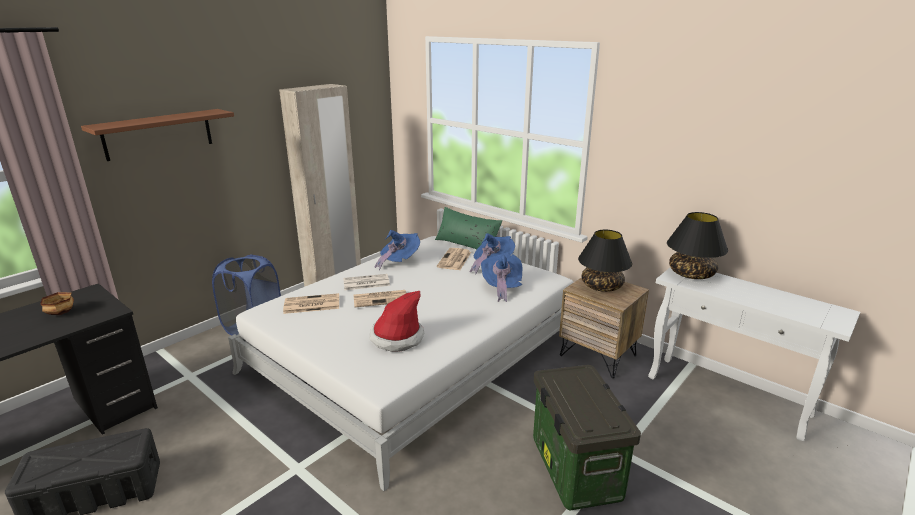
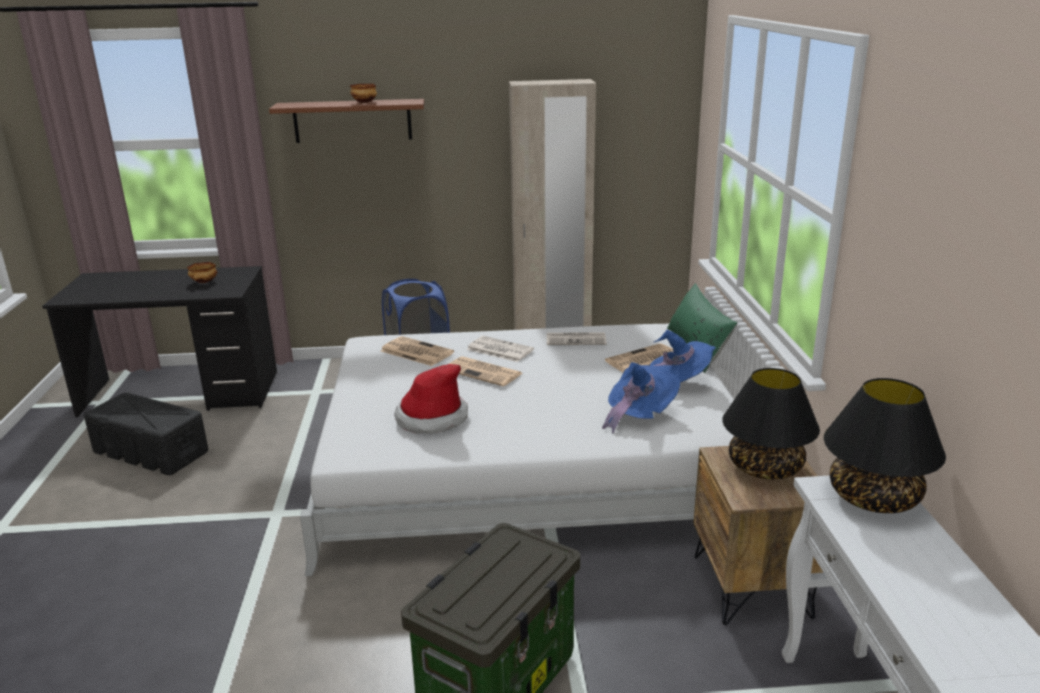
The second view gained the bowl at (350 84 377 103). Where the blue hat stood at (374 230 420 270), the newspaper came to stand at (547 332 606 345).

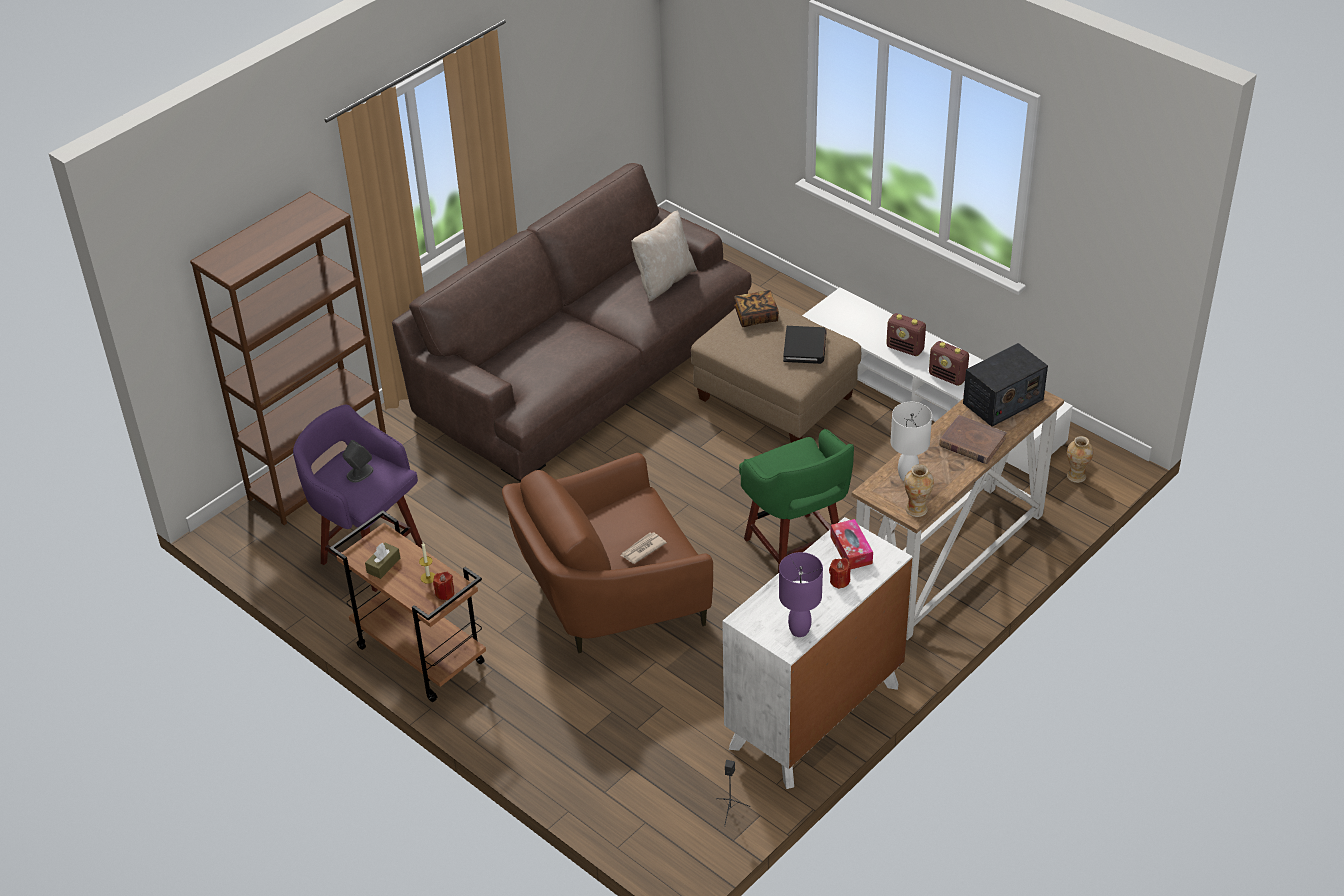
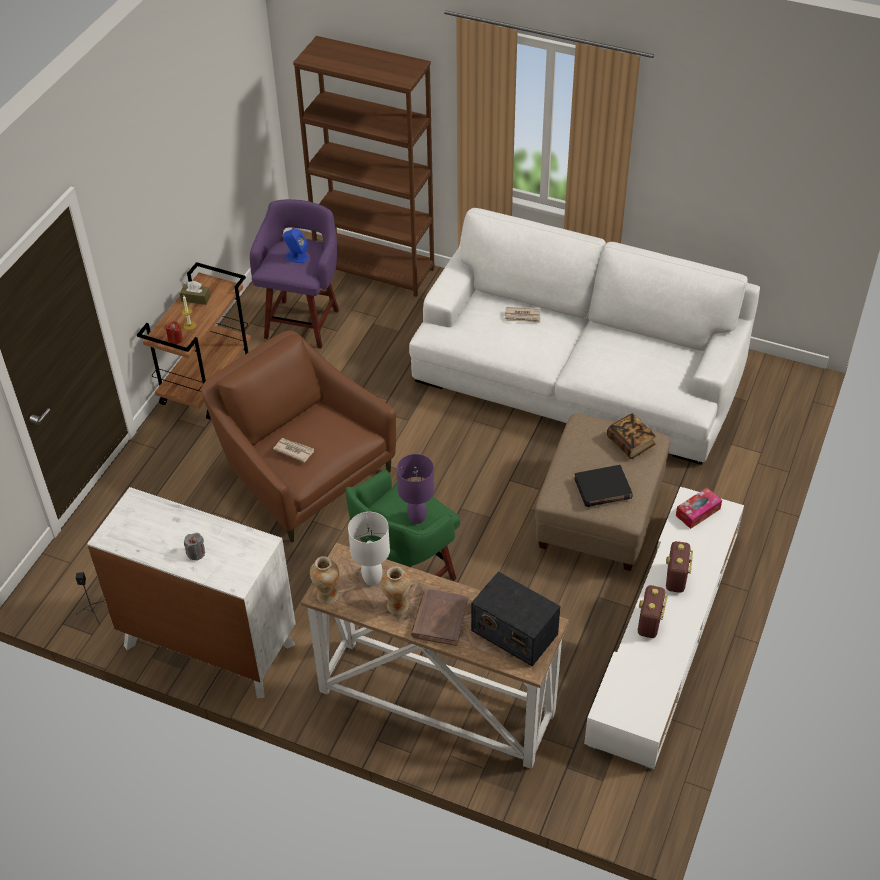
The second view lost the beige pillow at (631 211 697 302). The second view gained the newspaper at (505 307 540 323). The purple table lamp ended up elsewhere, having gone from (779 552 823 637) to (397 454 434 524). The tissue box ended up elsewhere, having gone from (830 519 873 569) to (676 488 722 529). The vase ended up elsewhere, having gone from (1067 436 1093 483) to (381 566 411 615). What was the grey speaker at (343 440 374 483) turned into the blue speaker at (283 228 308 263). What was the brown sofa at (392 163 752 482) turned into the white sofa at (409 208 760 465). What was the red candle at (829 558 851 589) turned into the grey candle at (184 533 205 561).

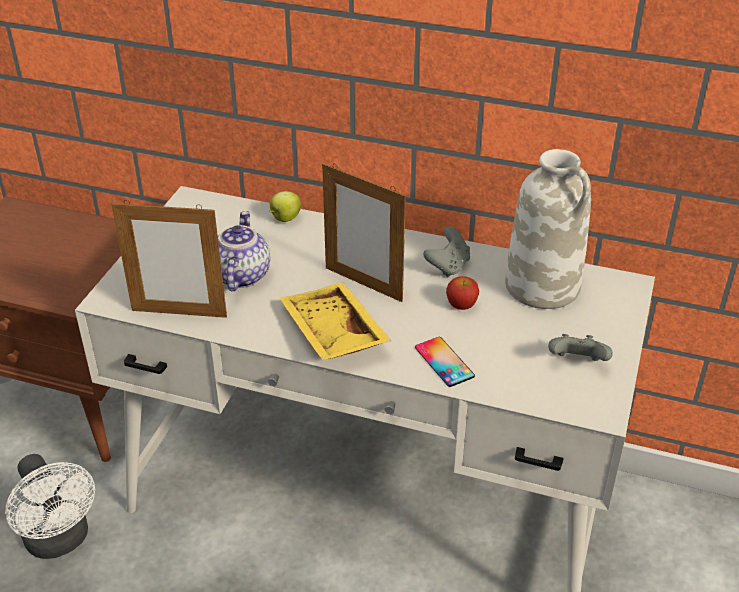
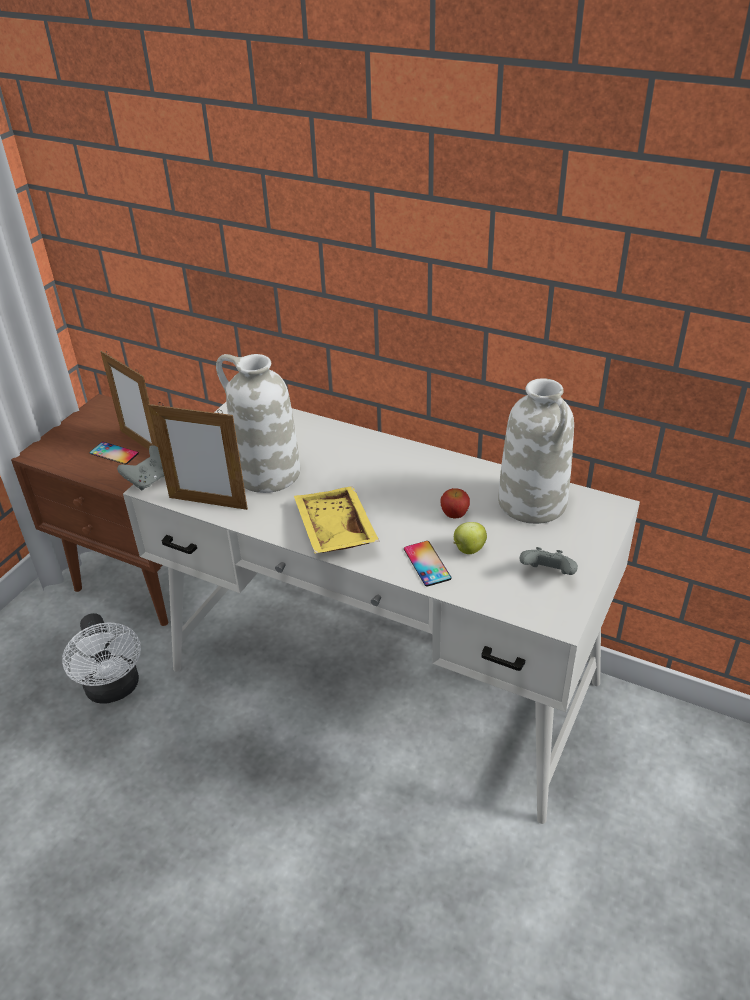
The second view gained the phone at (90 442 139 465). The apple ended up elsewhere, having gone from (269 191 301 222) to (453 522 487 554). The picture frame ended up elsewhere, having gone from (322 163 406 302) to (100 351 158 450). The grey game controller ended up elsewhere, having gone from (423 227 470 277) to (117 445 165 490). Where the teapot stood at (218 211 270 291), the white vase came to stand at (216 354 300 493).

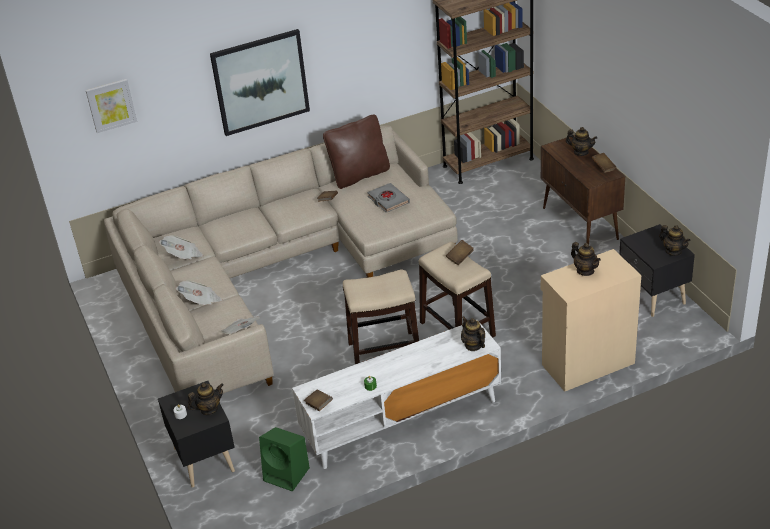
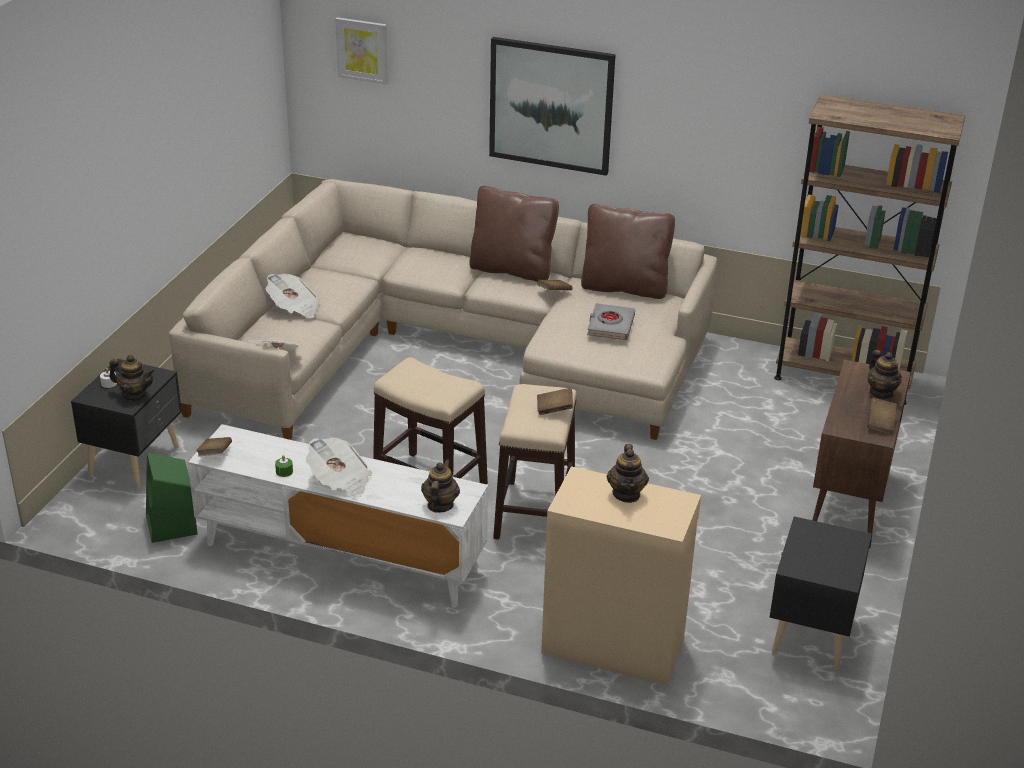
The second view lost the teapot at (659 225 691 256). The second view gained the brown pillow at (469 186 559 282). The newspaper ended up elsewhere, having gone from (159 235 203 260) to (306 438 372 497).

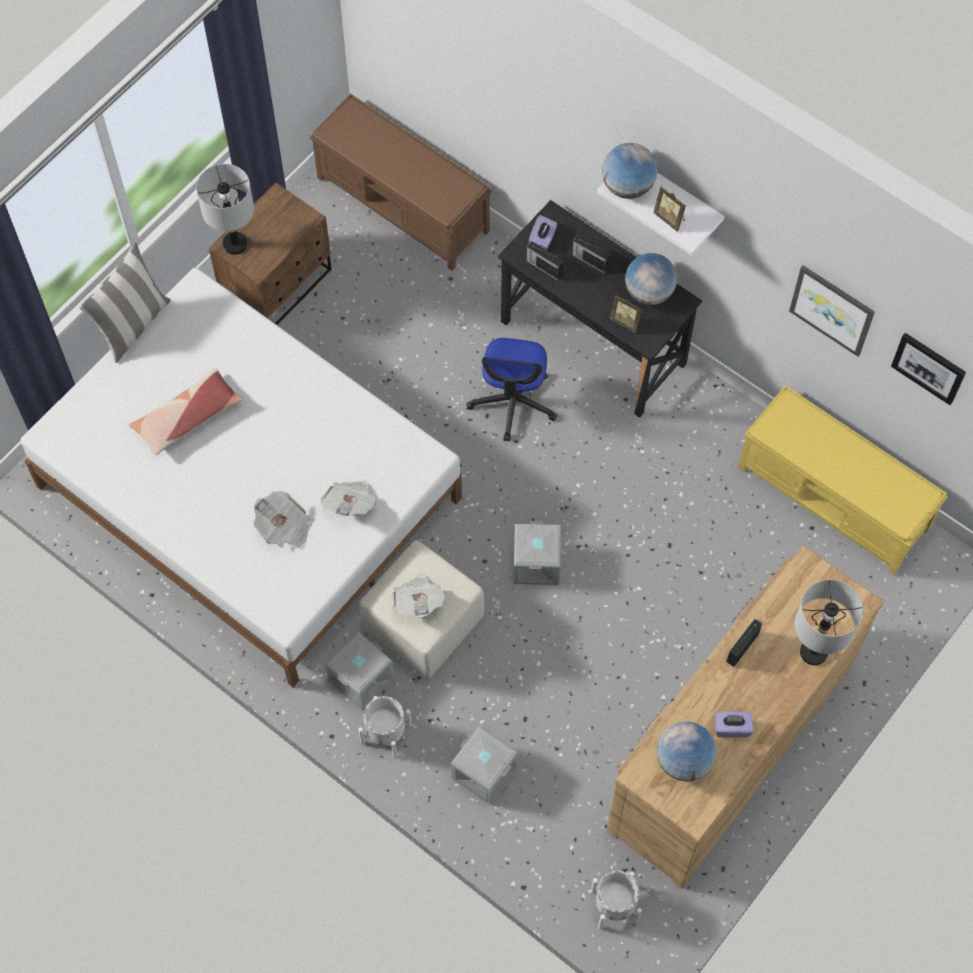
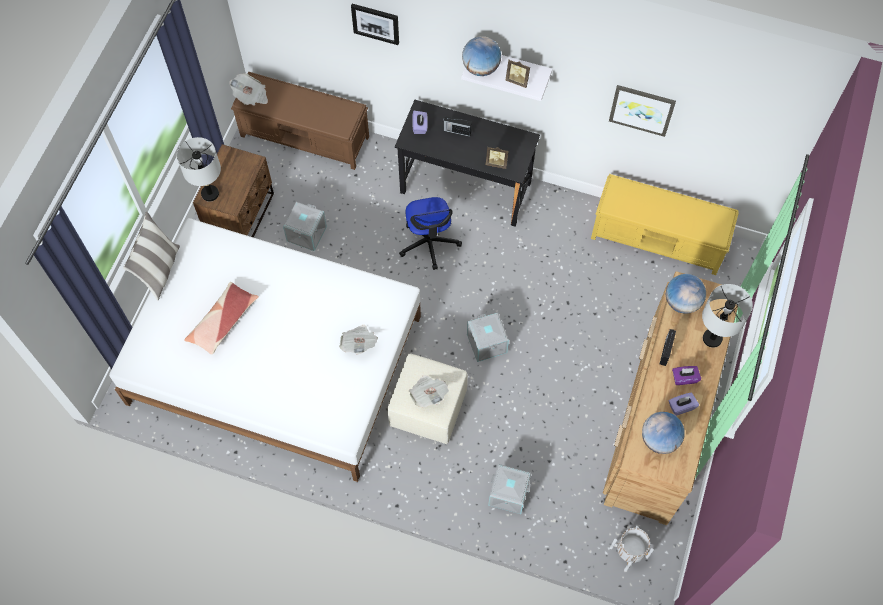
The second view lost the white planter at (358 696 412 758). The second view lost the radio at (526 242 564 281). The second view gained the purple tissue box at (672 366 701 385). The newspaper ended up elsewhere, having gone from (254 491 311 549) to (229 73 268 106). The grey storage box ended up elsewhere, having gone from (325 631 394 710) to (283 202 327 251). The globe ended up elsewhere, having gone from (625 253 677 305) to (666 274 706 314). The picture ended up elsewhere, having gone from (891 333 966 405) to (351 4 399 45).

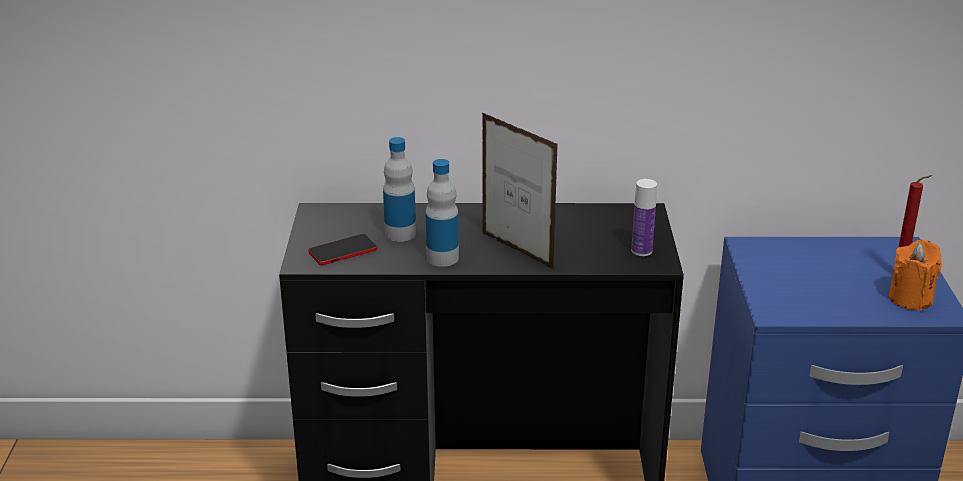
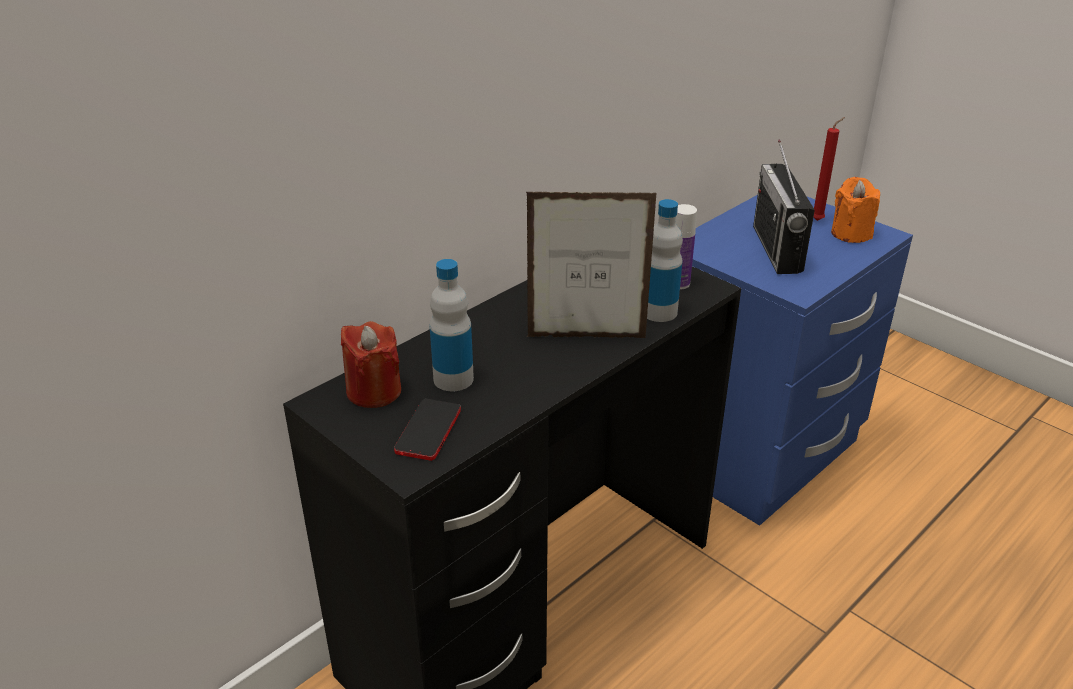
The second view gained the red candle at (341 321 401 408). The second view gained the radio at (753 139 815 274). The bottle ended up elsewhere, having gone from (426 159 459 267) to (647 199 683 322).

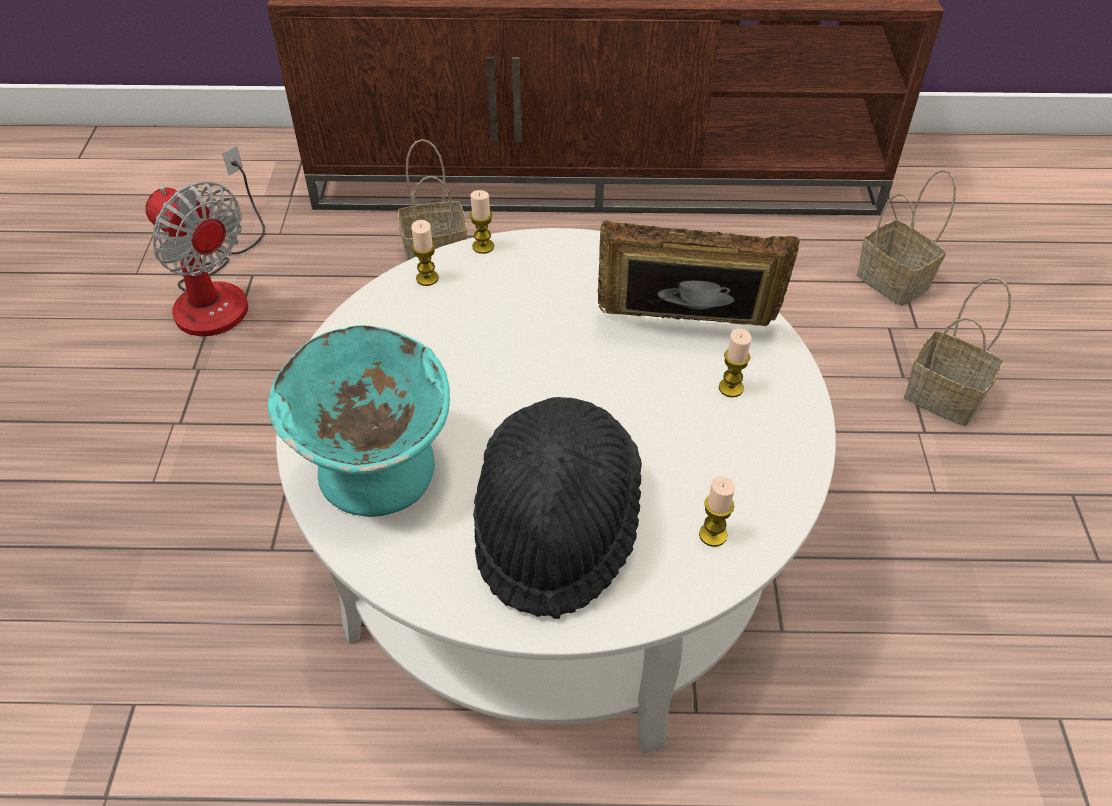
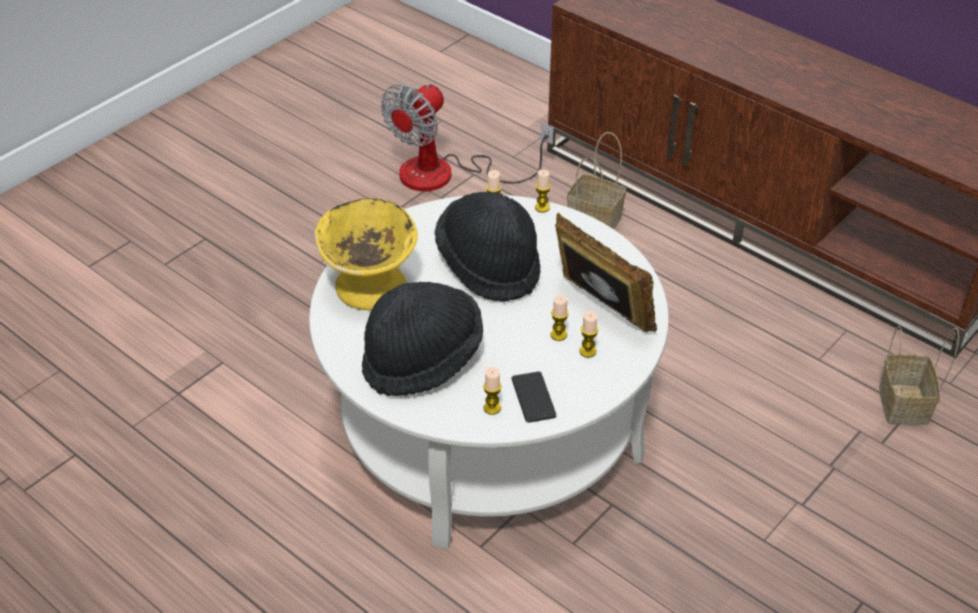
The second view lost the basket at (904 277 1011 426). The second view gained the black hat at (435 192 541 302). The second view gained the phone at (512 372 556 423). The second view gained the candle at (550 295 569 341). What was the turquoise bowl at (268 325 450 517) turned into the yellow bowl at (314 198 418 310). The fan at (145 145 265 336) ended up facing another way, 45 degrees clockwise from before.

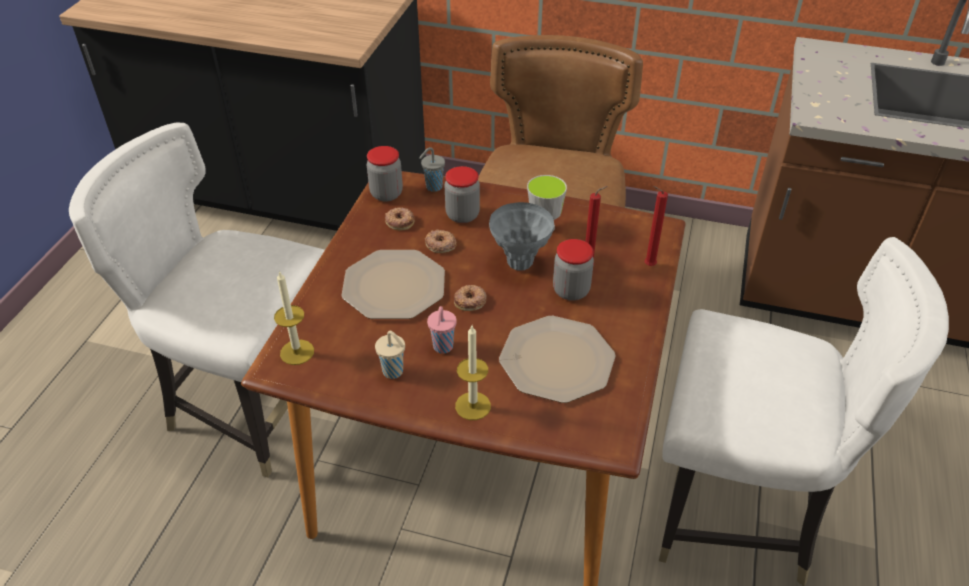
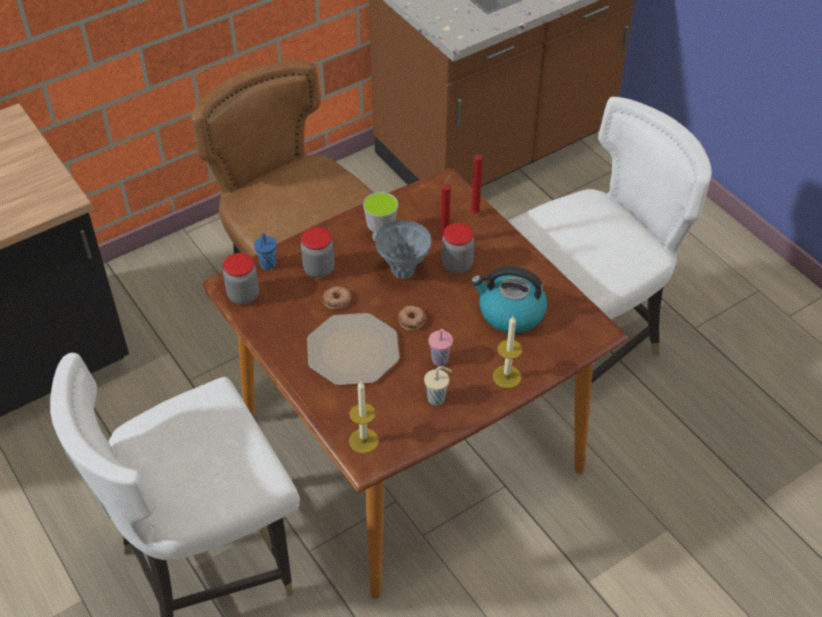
The second view lost the donut at (385 208 415 230). Where the plate stood at (499 316 616 403), the kettle came to stand at (471 266 547 333). What was the grey cup at (419 147 445 192) turned into the blue cup at (254 233 277 270).

